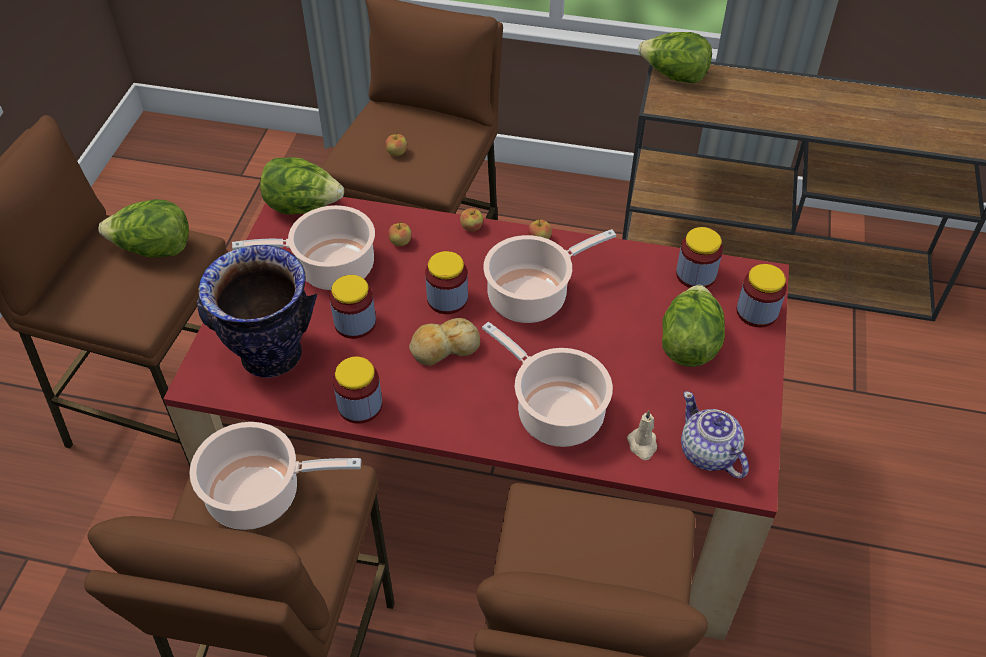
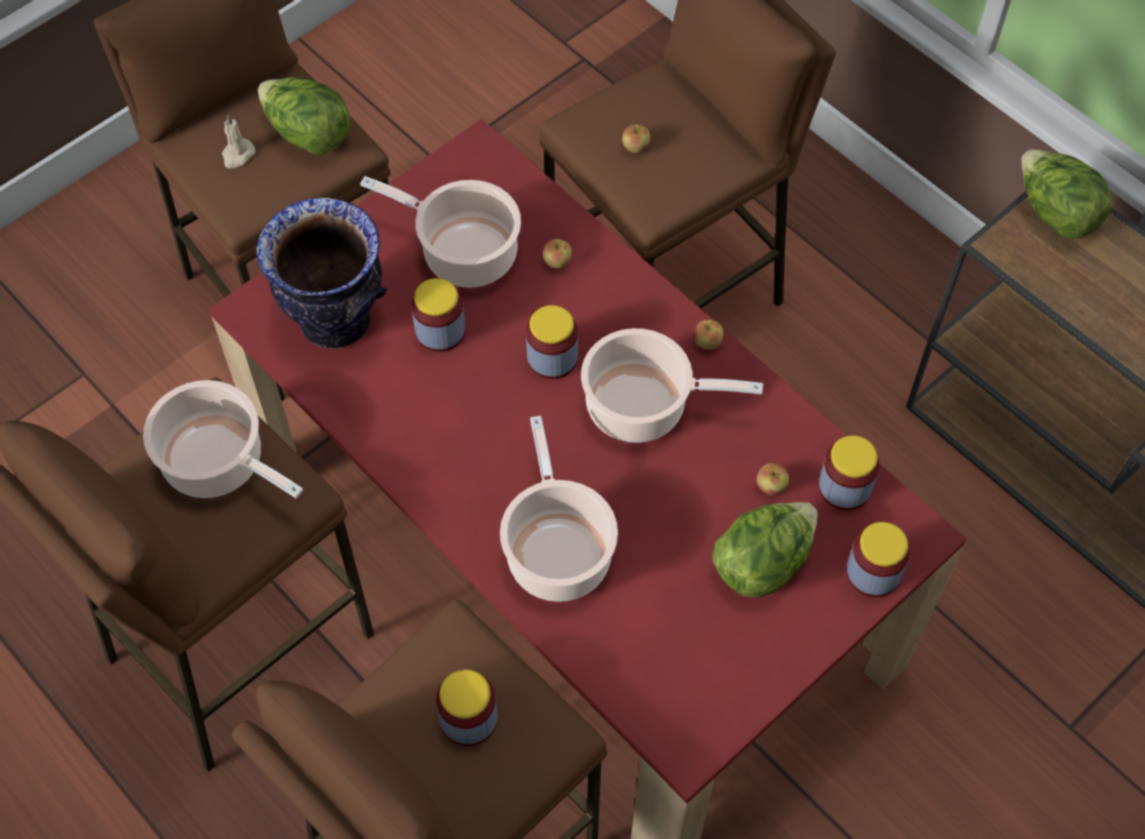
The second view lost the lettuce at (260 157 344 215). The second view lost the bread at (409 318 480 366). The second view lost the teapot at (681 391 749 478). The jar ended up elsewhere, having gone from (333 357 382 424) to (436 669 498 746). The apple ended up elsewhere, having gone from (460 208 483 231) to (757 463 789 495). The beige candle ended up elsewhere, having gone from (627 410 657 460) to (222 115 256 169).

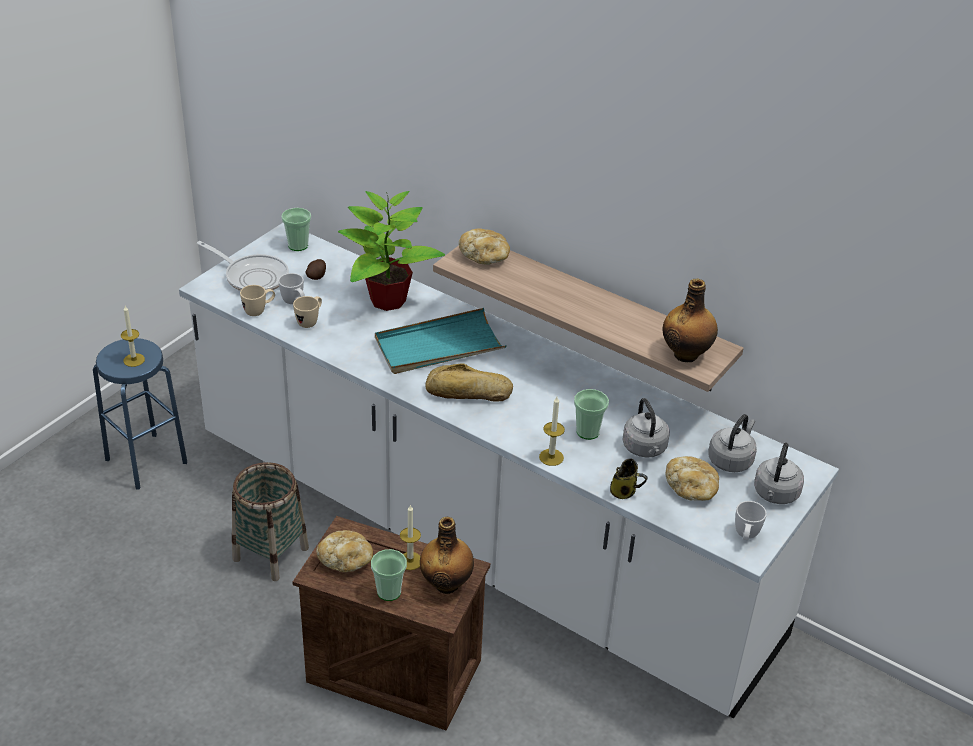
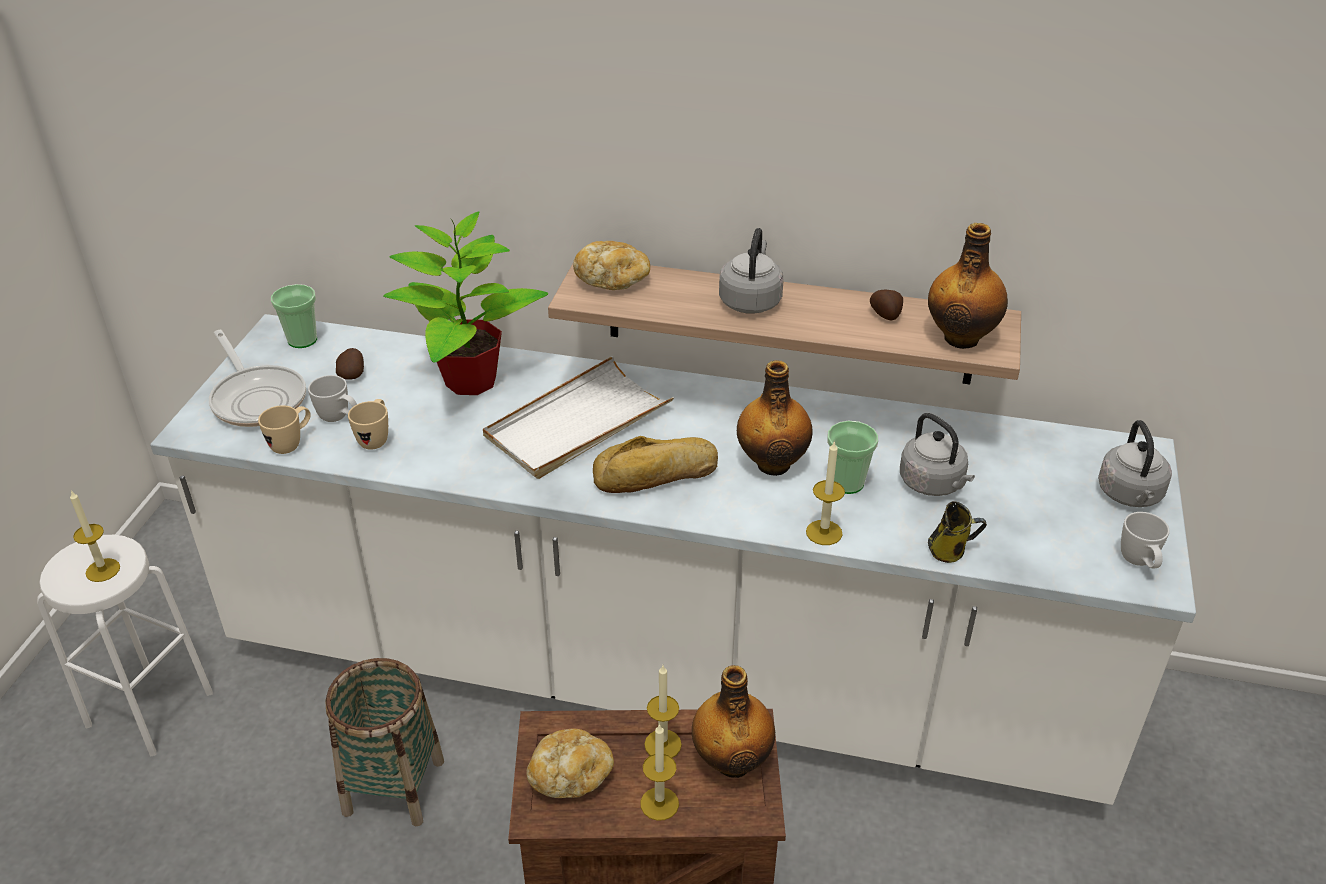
The second view lost the bread at (666 456 719 501). The second view gained the bottle at (737 360 813 476). The second view gained the potato at (870 290 903 320). The grey kettle ended up elsewhere, having gone from (708 414 757 472) to (719 228 784 314). Where the cup stood at (371 549 407 601), the candle came to stand at (640 723 679 821). What was the blue stool at (93 338 187 490) turned into the white stool at (37 535 213 756). What was the turquoise tray at (375 308 507 374) turned into the white tray at (483 356 674 479). The frying pan at (197 241 289 291) ended up facing another way, 45 degrees clockwise from before.

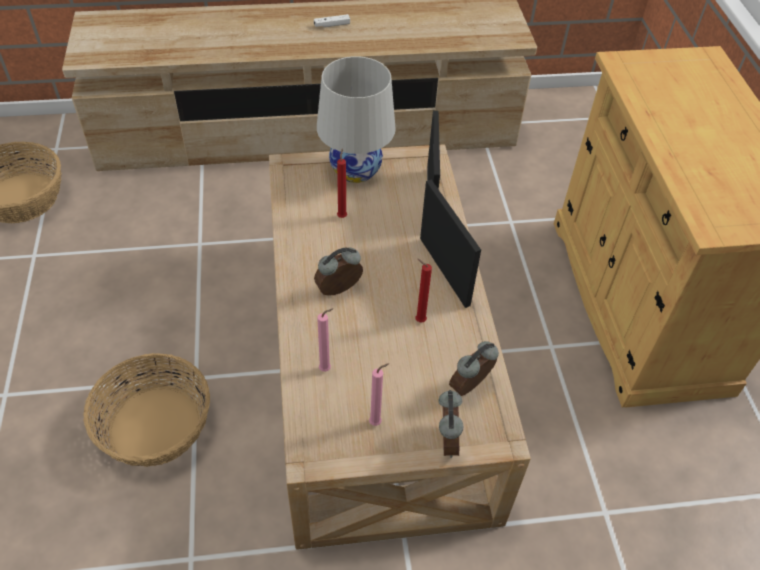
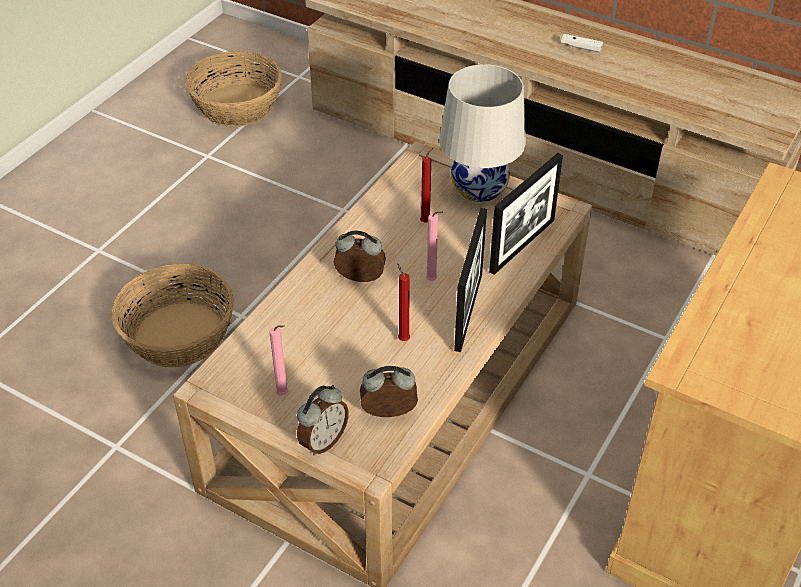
The pink candle ended up elsewhere, having gone from (317 308 333 372) to (426 211 443 281).

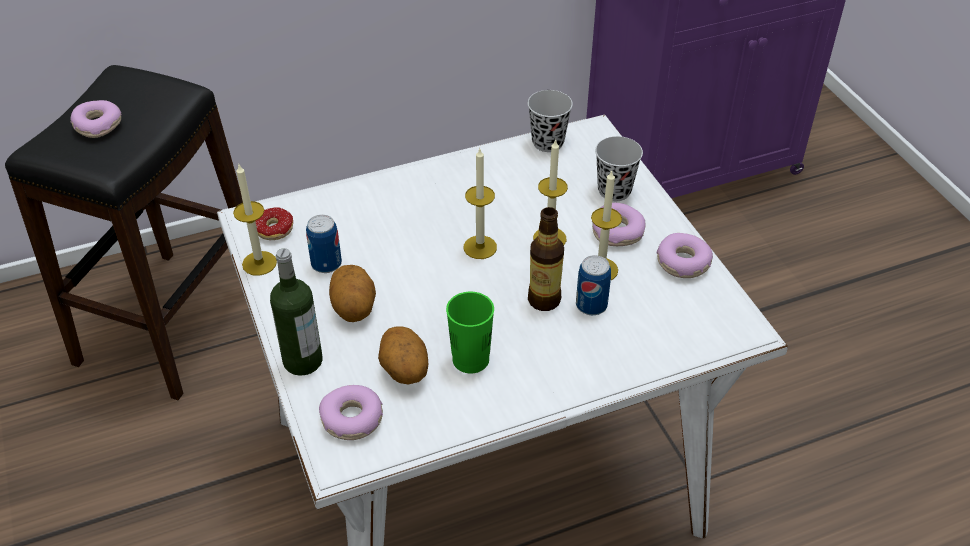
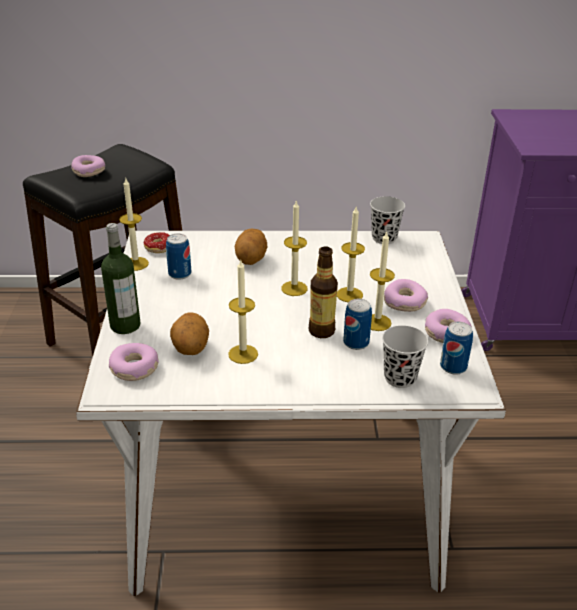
The second view gained the can at (440 321 473 375). The potato ended up elsewhere, having gone from (329 265 376 322) to (234 229 267 265). The black cup ended up elsewhere, having gone from (595 136 643 201) to (382 325 428 388). Where the green cup stood at (446 292 494 373), the candle came to stand at (228 260 258 364).

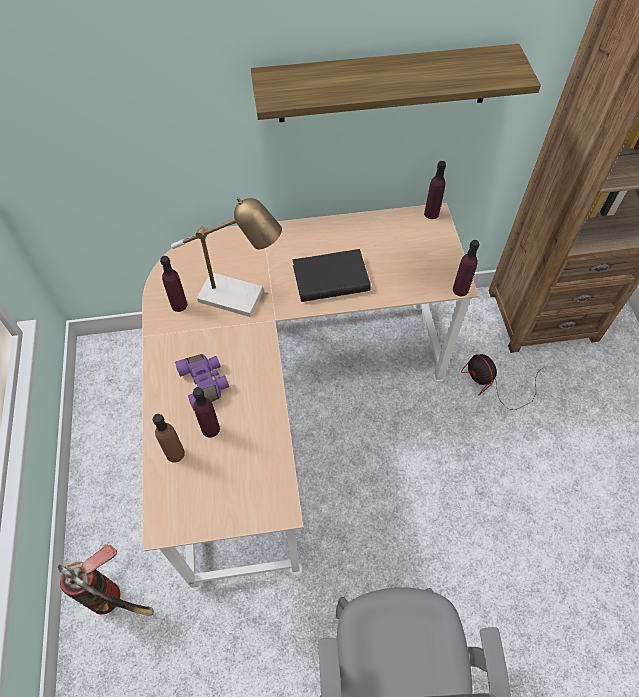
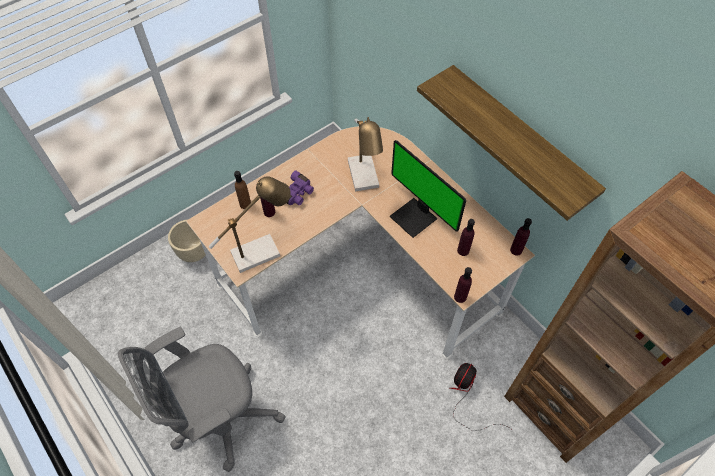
The second view gained the table lamp at (209 176 291 273). The purple bottle ended up elsewhere, having gone from (160 256 187 312) to (457 219 475 256). Where the fire extinguisher stood at (58 544 154 616), the beige planter came to stand at (168 220 206 262). Where the black book stood at (293 249 371 302), the monitor came to stand at (390 140 466 238).

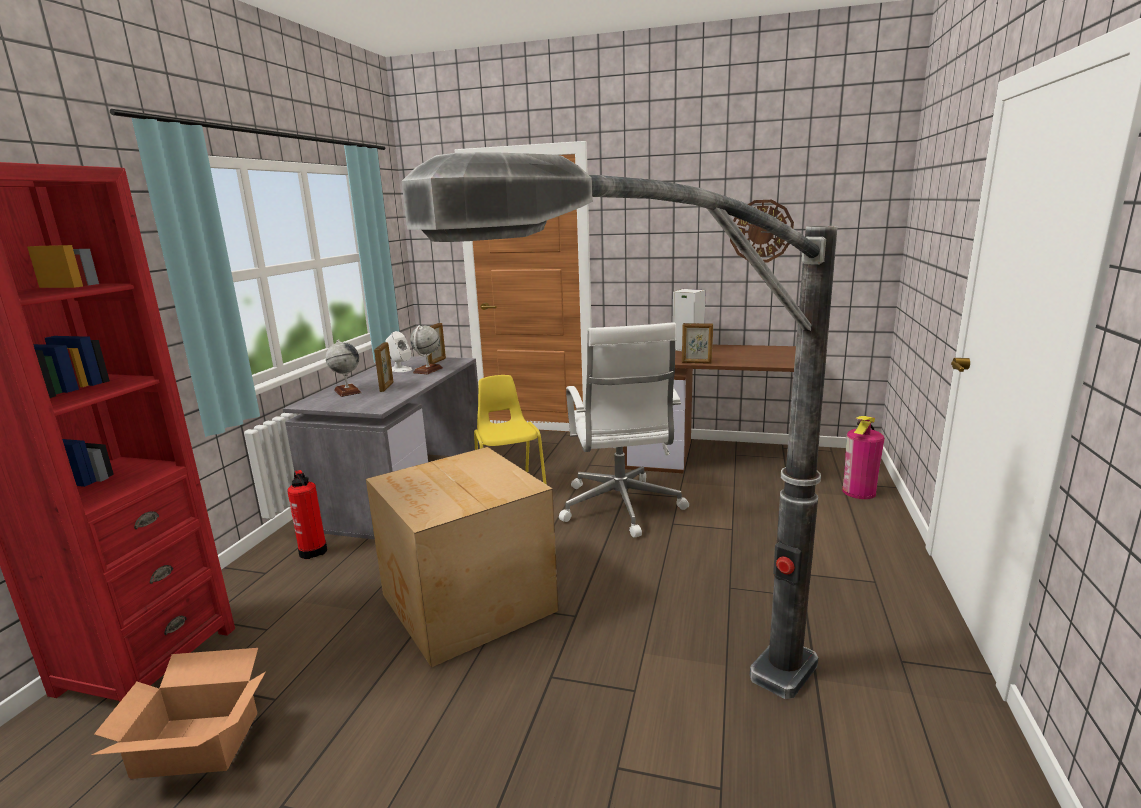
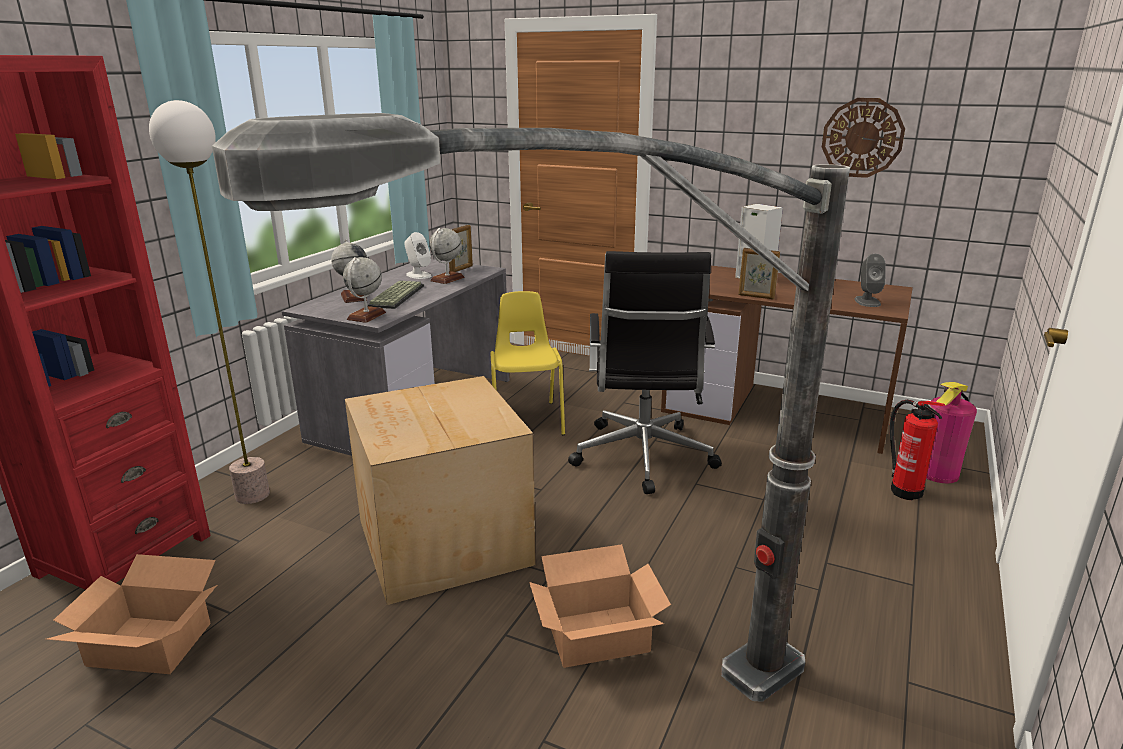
The second view gained the floor lamp at (149 100 270 504). The second view gained the globe at (343 257 386 323). The second view gained the cardboard box at (529 544 671 668). The second view gained the grey speaker at (855 254 886 307). The fire extinguisher ended up elsewhere, having gone from (288 470 327 559) to (890 400 945 500). Where the picture frame stood at (374 342 393 392), the keyboard came to stand at (368 281 424 309). What was the white office chair at (559 322 689 538) turned into the black office chair at (568 251 722 494).

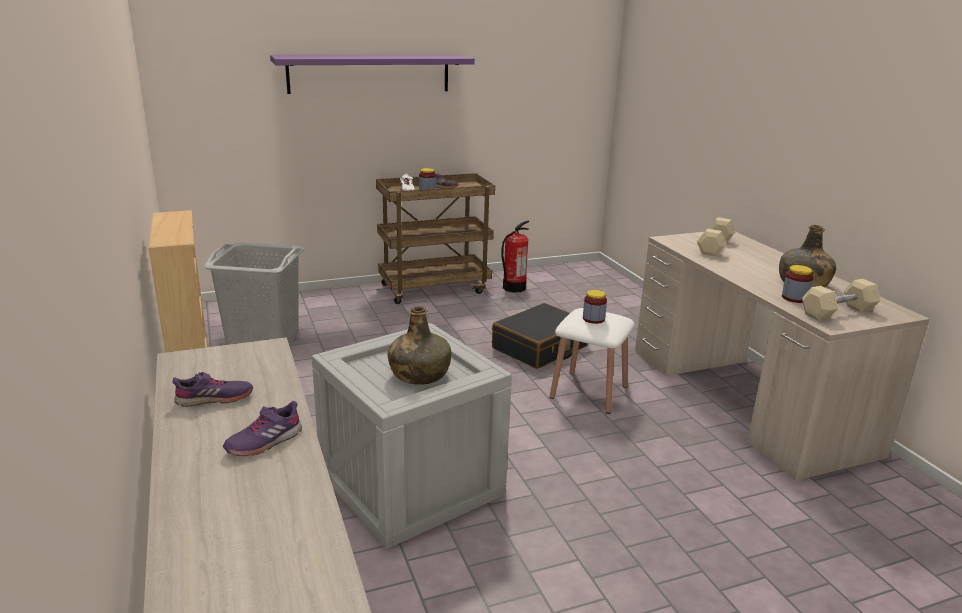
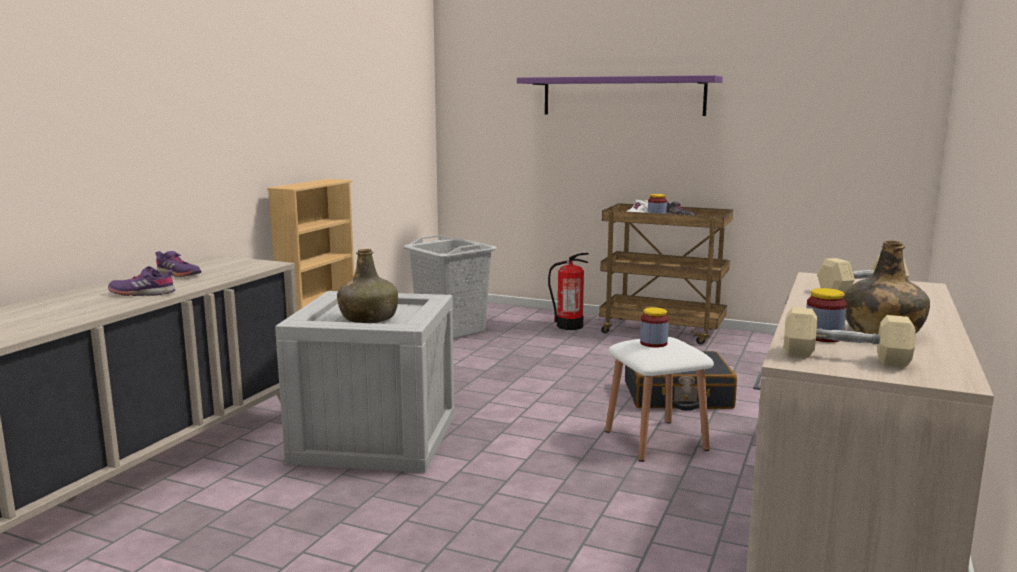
The fire extinguisher ended up elsewhere, having gone from (501 221 529 292) to (548 253 589 330).

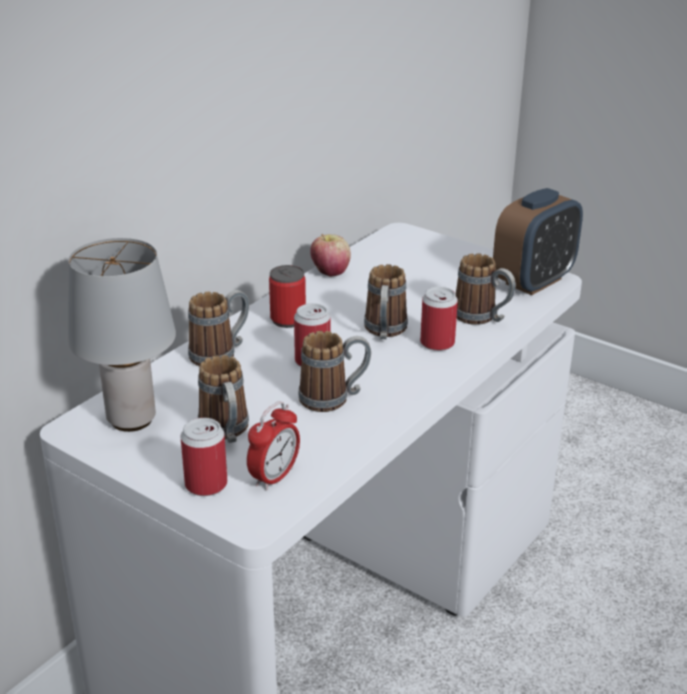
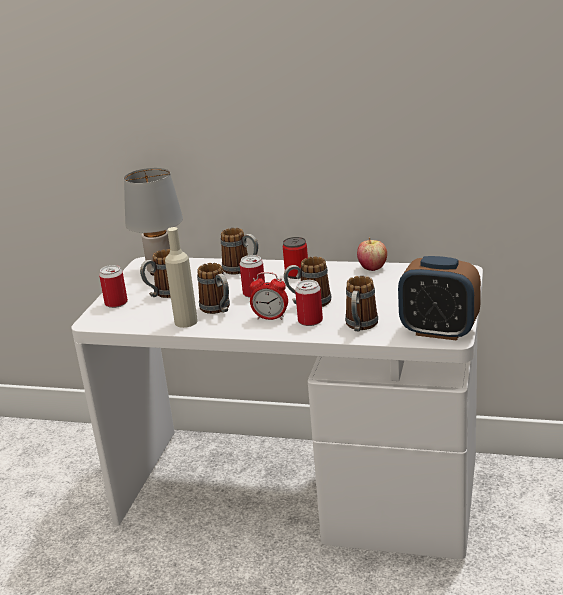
The second view gained the beige bottle at (165 227 198 328). The alarm clock ended up elsewhere, having gone from (247 401 300 491) to (250 272 288 320).

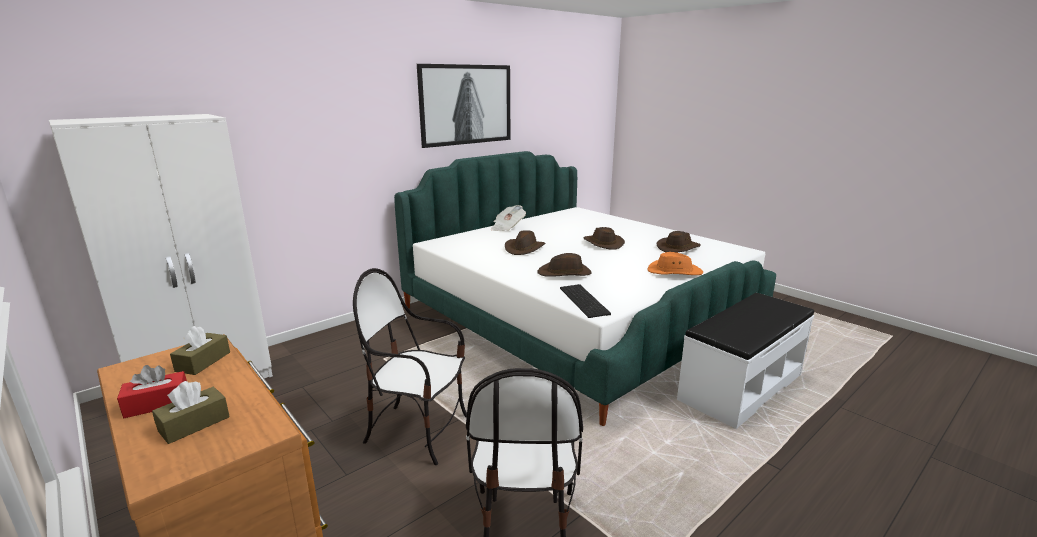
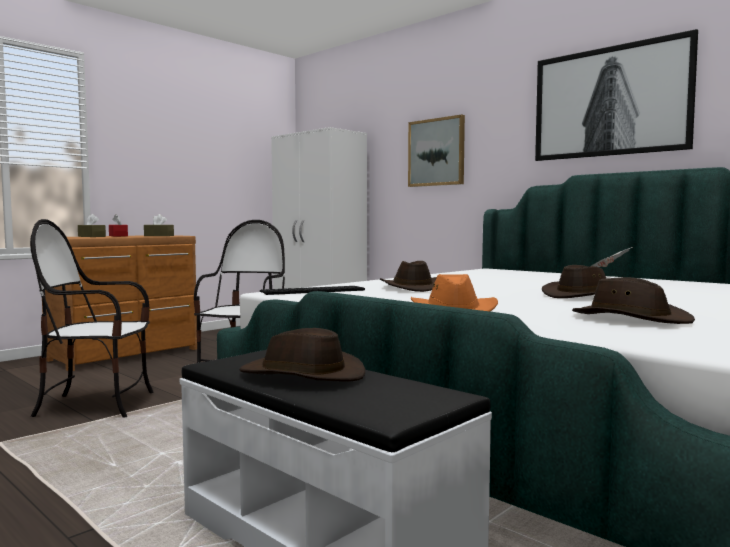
The second view gained the picture at (408 114 465 187). The brown hat ended up elsewhere, having gone from (505 230 546 255) to (239 328 365 381).

